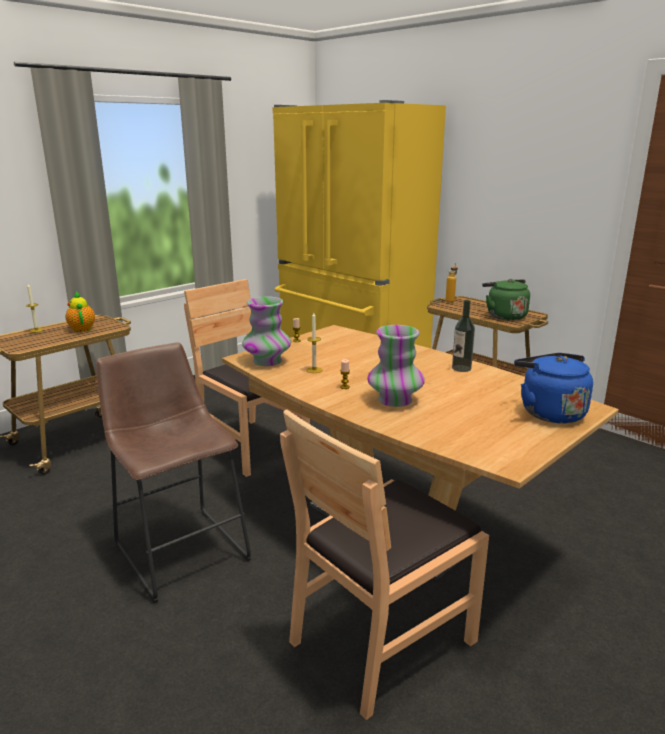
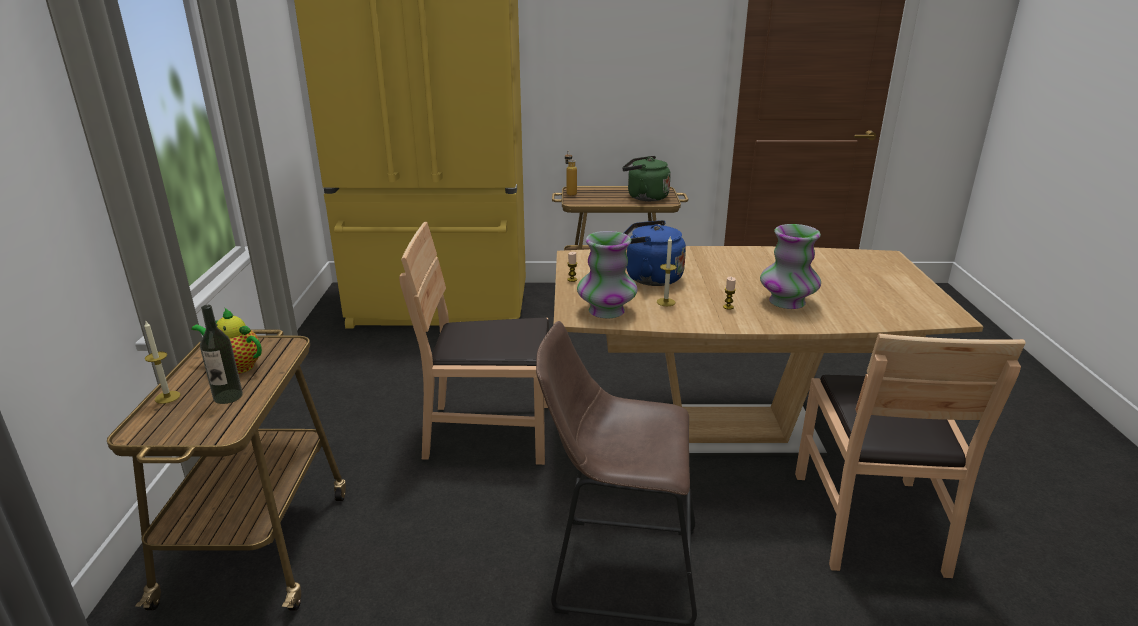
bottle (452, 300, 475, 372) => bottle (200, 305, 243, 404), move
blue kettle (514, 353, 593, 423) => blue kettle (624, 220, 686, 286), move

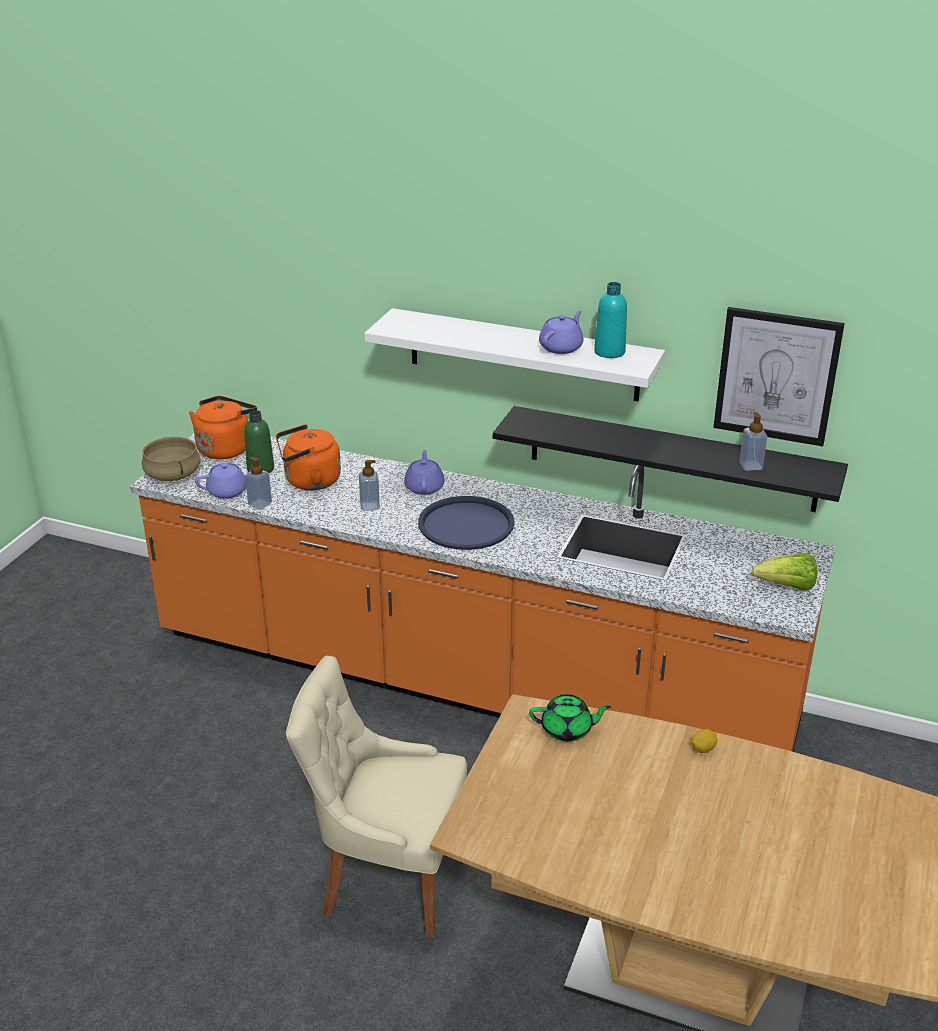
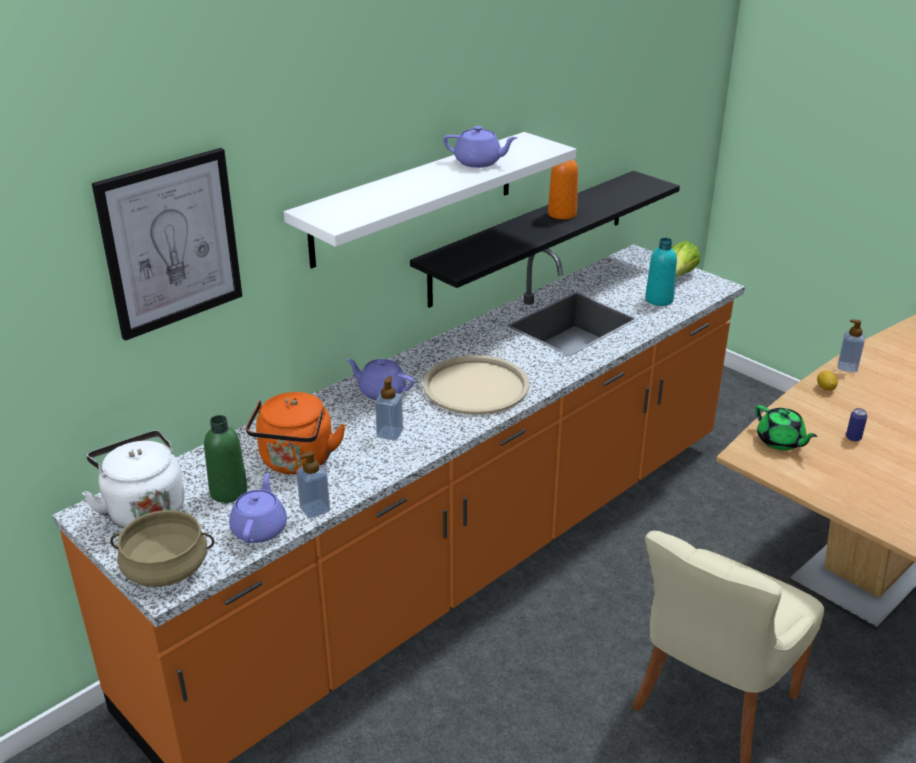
orange kettle (189, 396, 257, 459) => white kettle (82, 430, 185, 528)
blue tray (418, 496, 515, 550) => beige tray (423, 355, 529, 415)
green teapot (529, 694, 611, 742) => green teapot (755, 405, 817, 450), 120 degrees clockwise
purple teapot (539, 311, 583, 354) => purple teapot (443, 126, 518, 168), 135 degrees clockwise
turquoise bottle (594, 282, 627, 358) => turquoise bottle (645, 238, 677, 306), move
picture (713, 307, 845, 446) => picture (92, 148, 242, 341), move
soap dispenser (739, 412, 767, 471) => soap dispenser (838, 319, 865, 373), move
nothing => orange bottle (548, 159, 578, 219)
nothing => can (846, 408, 867, 442)

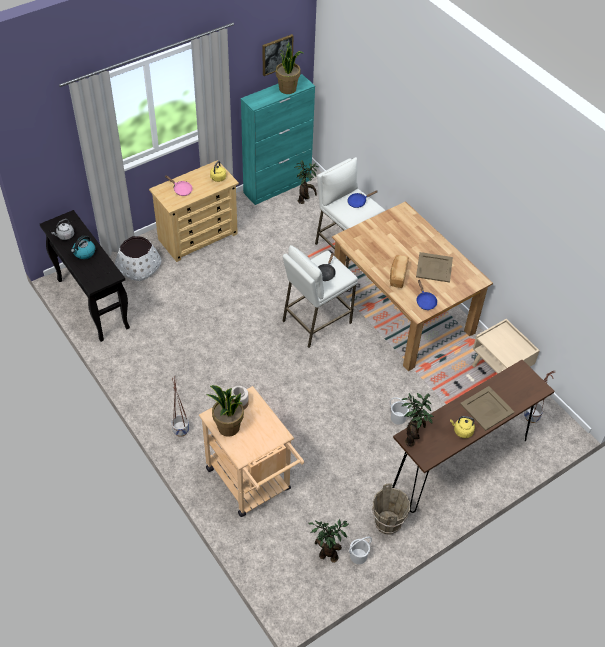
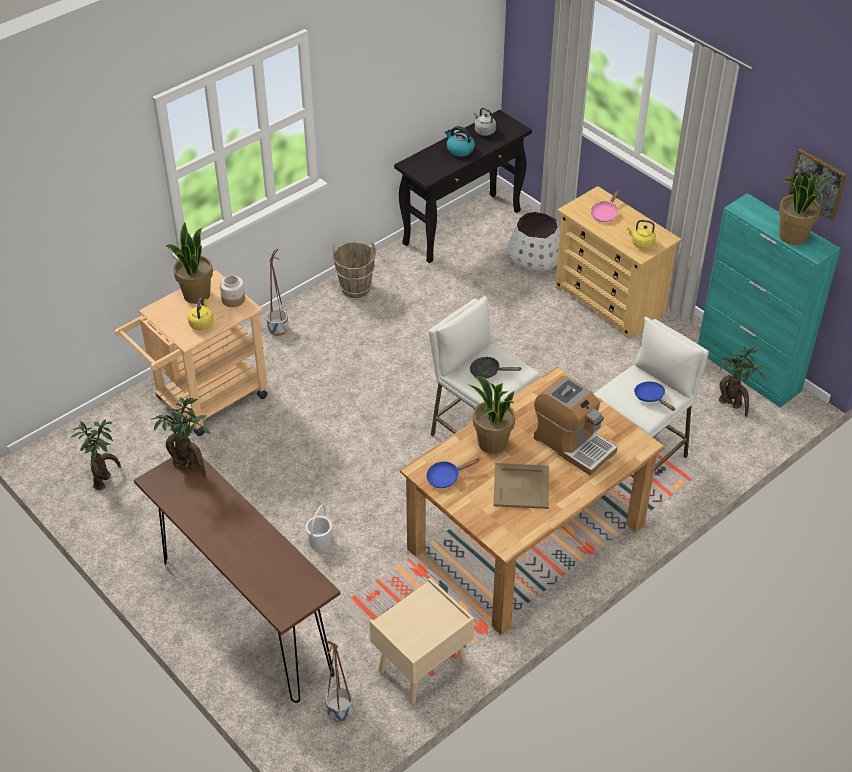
white bucket (349, 537, 372, 564) => nothing
brown bucket (372, 483, 411, 535) => brown bucket (333, 241, 376, 298), move
bread (390, 255, 409, 288) => potted plant (468, 376, 515, 454)
yellow kettle (450, 416, 475, 438) => yellow kettle (188, 298, 214, 330), move
beige tray (460, 386, 514, 431) => nothing
nothing => coffee machine (534, 376, 617, 476)

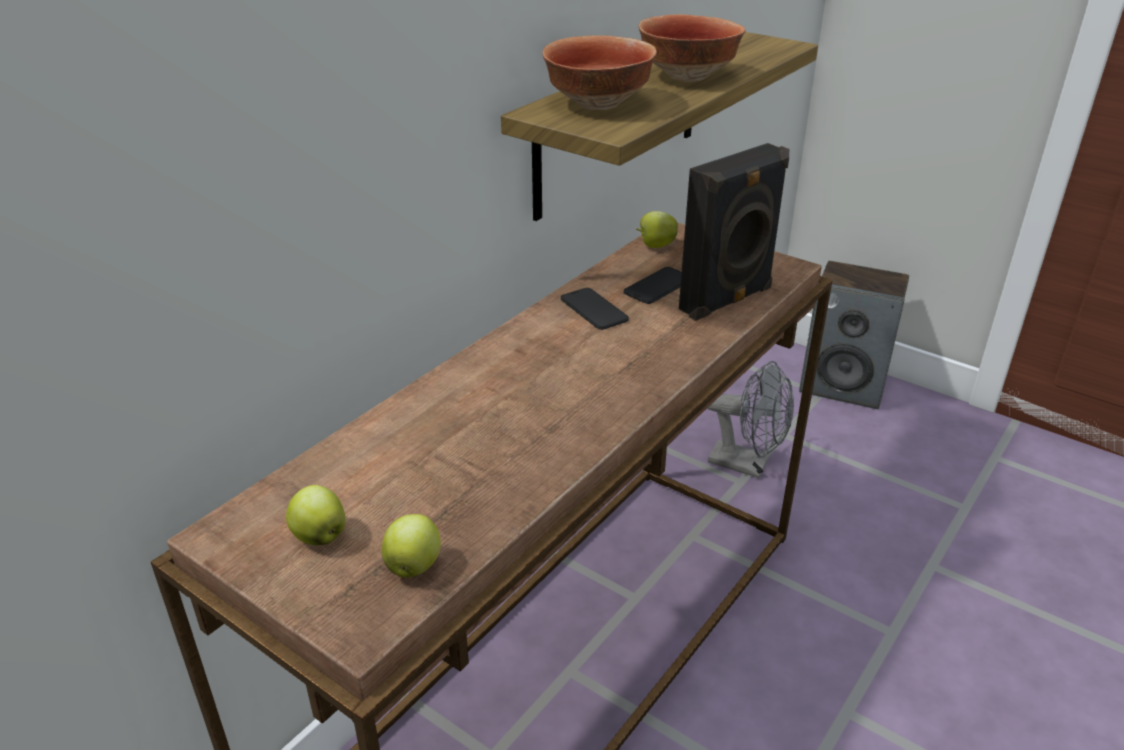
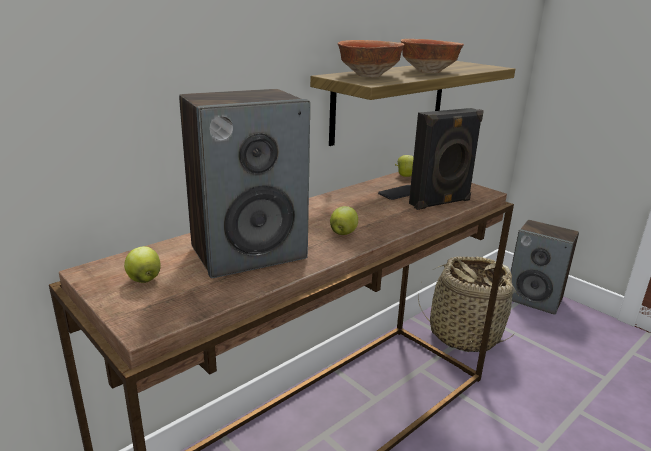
apple (382, 514, 441, 578) => apple (330, 206, 358, 235), move
phone (561, 288, 629, 330) => nothing
grey fan (707, 361, 794, 478) => basket (418, 256, 519, 352)
nothing => speaker (179, 89, 310, 278)

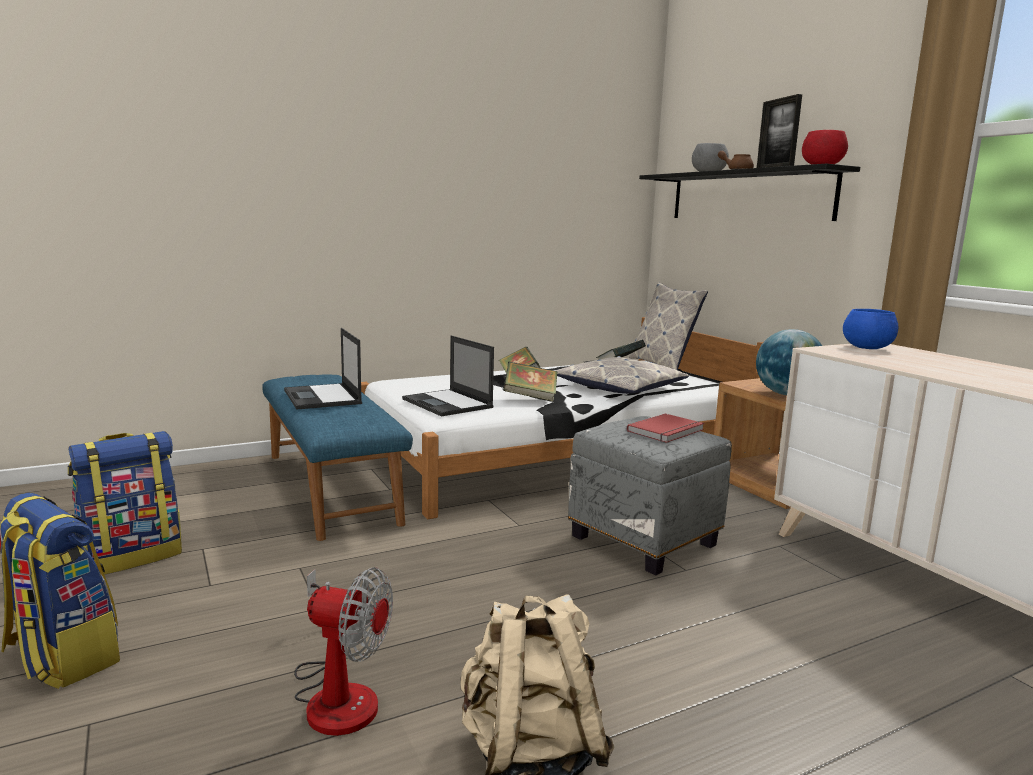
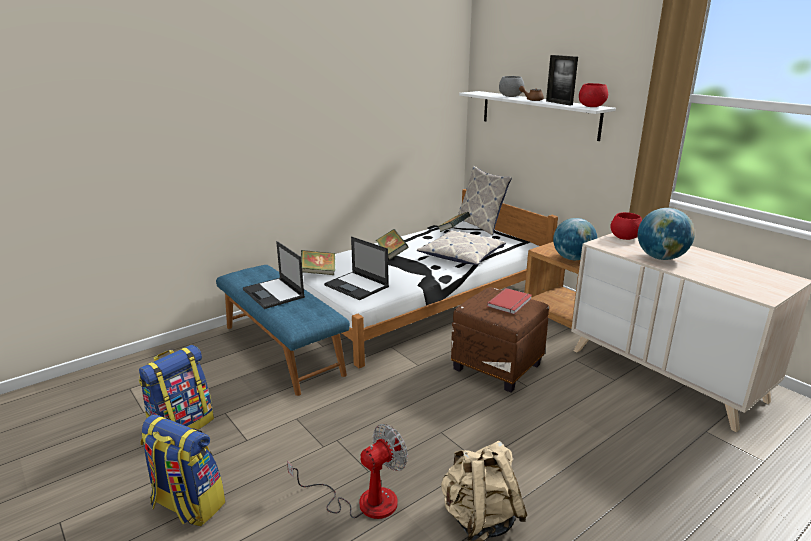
fan (294, 567, 393, 736) => fan (287, 424, 408, 519), 45 degrees counterclockwise
book (503, 362, 558, 401) => book (301, 250, 335, 275), move
grey ottoman (568, 416, 732, 576) => brown ottoman (451, 287, 549, 392)
black shelf (639, 164, 860, 221) => white shelf (459, 91, 616, 141)
blue bowl (843, 309, 898, 349) => red bowl (610, 212, 642, 240)
nothing => globe (638, 208, 695, 260)

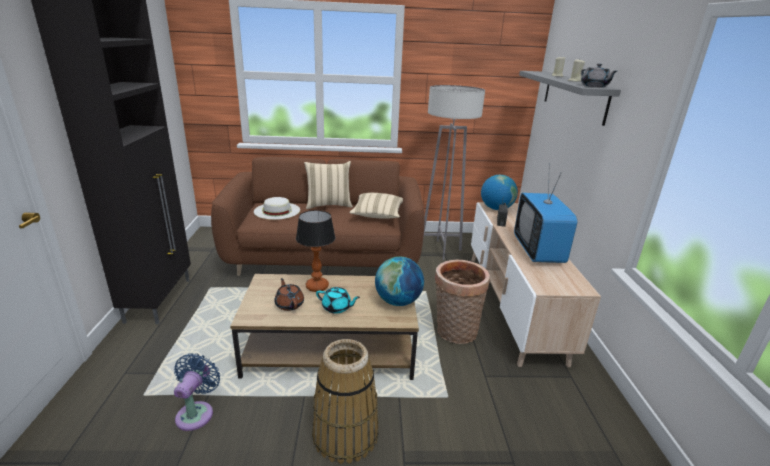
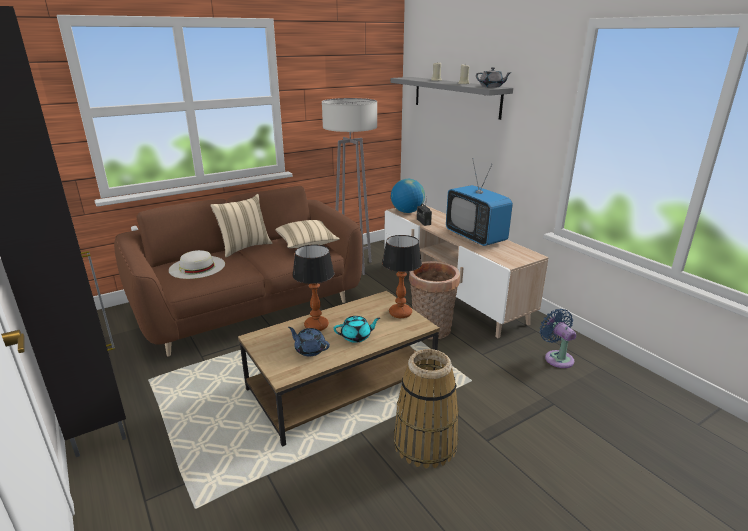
blue fan (174, 353, 220, 431) => blue fan (540, 309, 576, 368), move
brown teapot (275, 278, 304, 311) => blue teapot (288, 327, 330, 357)
globe (375, 256, 424, 306) => table lamp (382, 235, 422, 318)

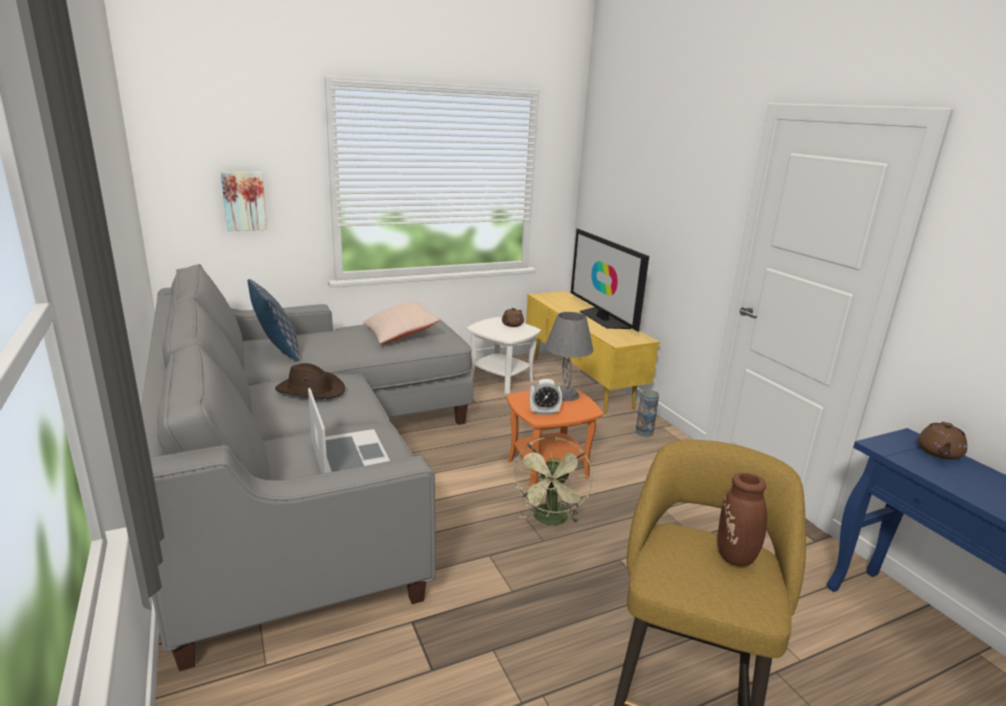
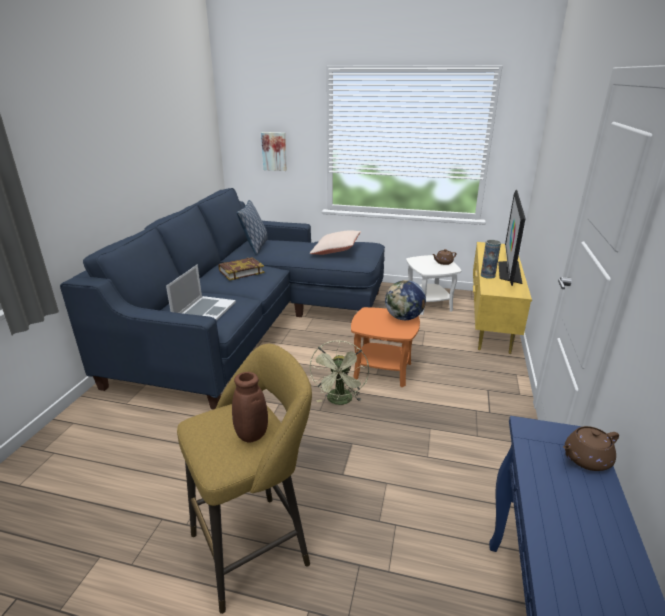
grey sofa (141, 264, 473, 671) => blue sofa (60, 188, 385, 410)
brown hat (275, 363, 345, 399) => book (219, 257, 265, 281)
green fan (513, 437, 593, 525) => green fan (310, 340, 369, 405), 45 degrees counterclockwise
alarm clock (529, 379, 562, 415) => nothing
grey table lamp (545, 312, 593, 401) => globe (385, 280, 426, 320)
vase (636, 389, 659, 437) => vase (481, 240, 501, 279), move

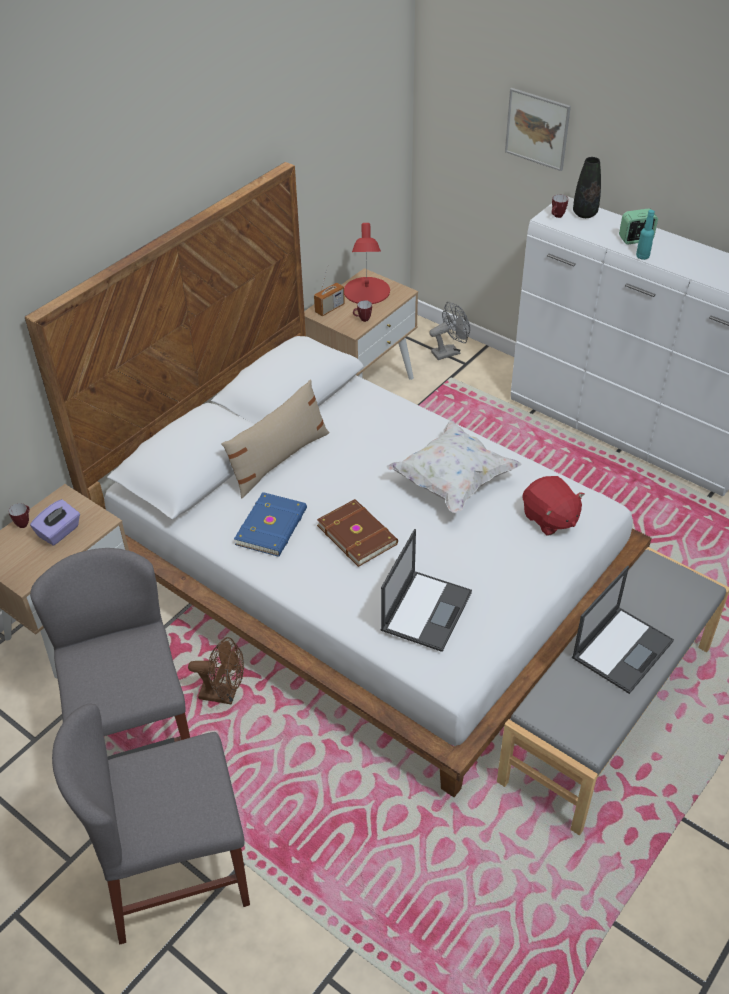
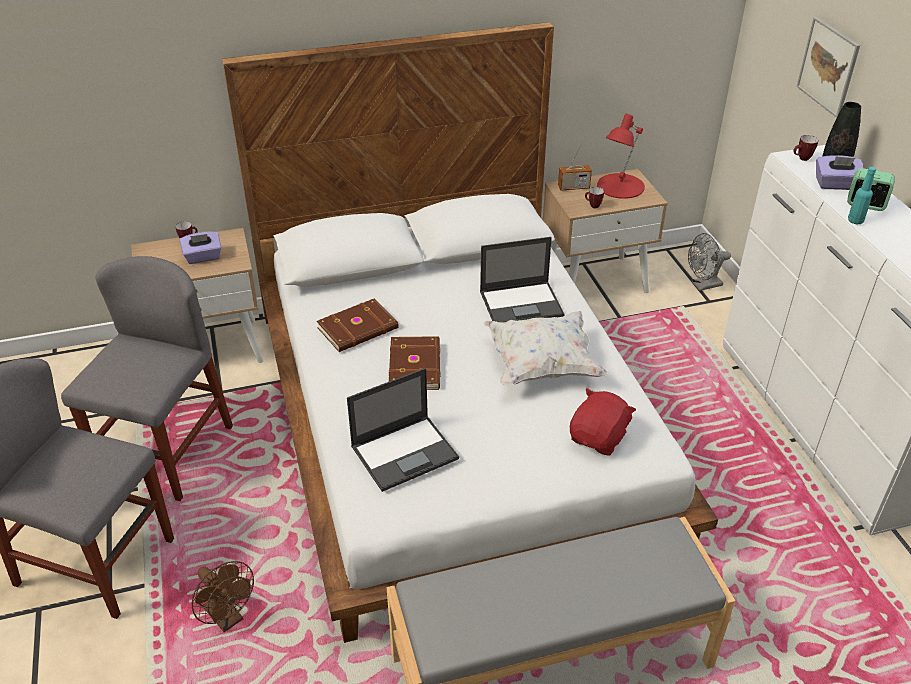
brown fan (188, 637, 244, 704) => brown fan (192, 561, 254, 632), move
beige pillow (221, 380, 330, 499) => nothing
blue book (234, 492, 307, 557) => brown book (316, 298, 399, 352)
grey fan (429, 302, 470, 360) => grey fan (688, 233, 731, 291), 150 degrees clockwise
red plush toy (522, 476, 585, 536) => red plush toy (570, 388, 636, 456), 150 degrees counterclockwise
laptop (572, 566, 674, 694) => laptop (480, 237, 565, 322), move
nothing => purple tissue box (816, 155, 863, 190)

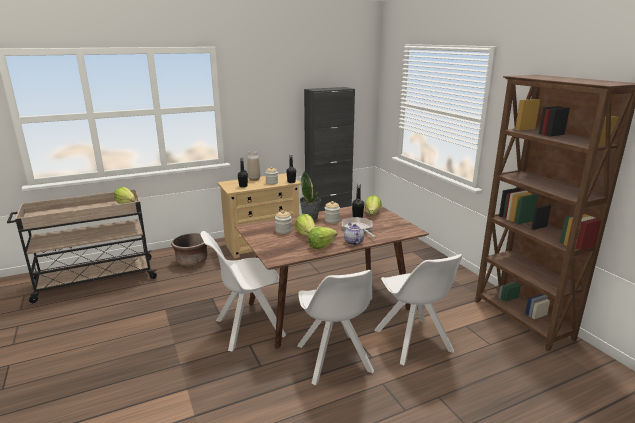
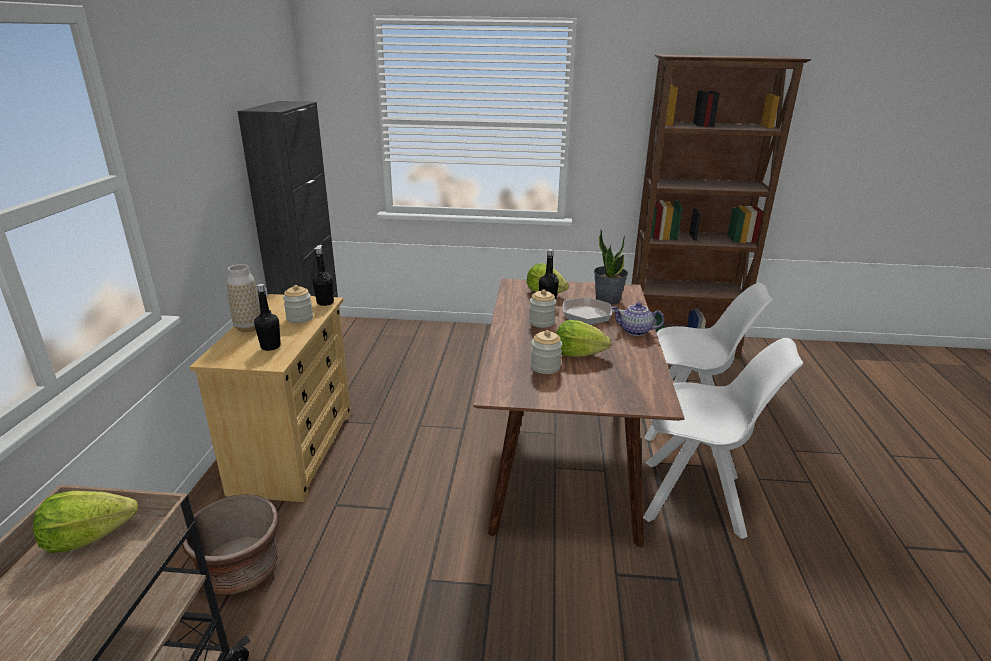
white chair (200, 231, 286, 351) => nothing
potted plant (300, 171, 321, 220) => potted plant (594, 230, 628, 305), move
lettuce (308, 227, 337, 249) => nothing

